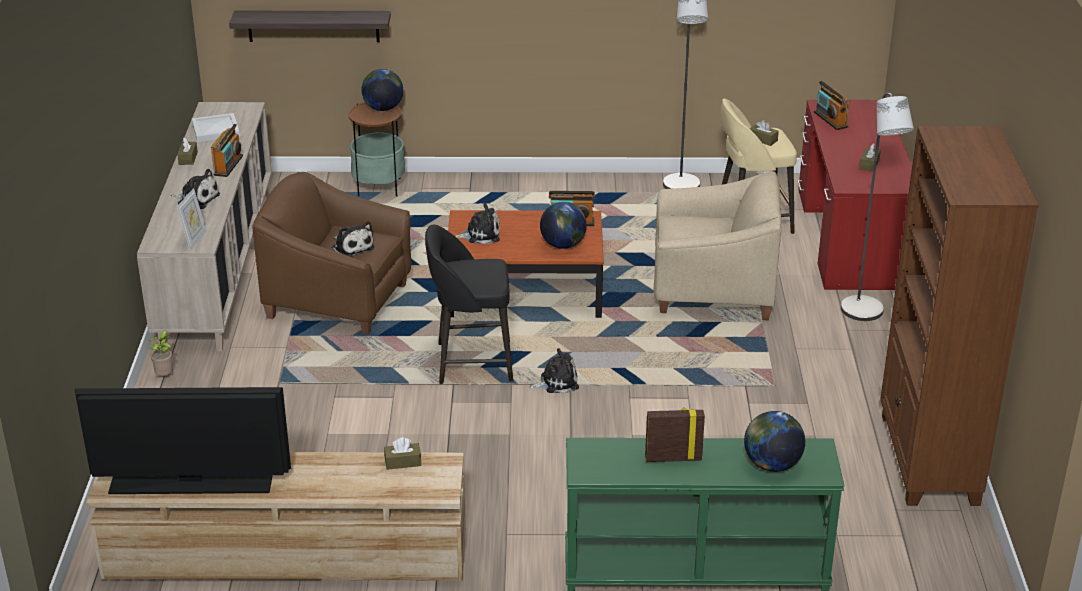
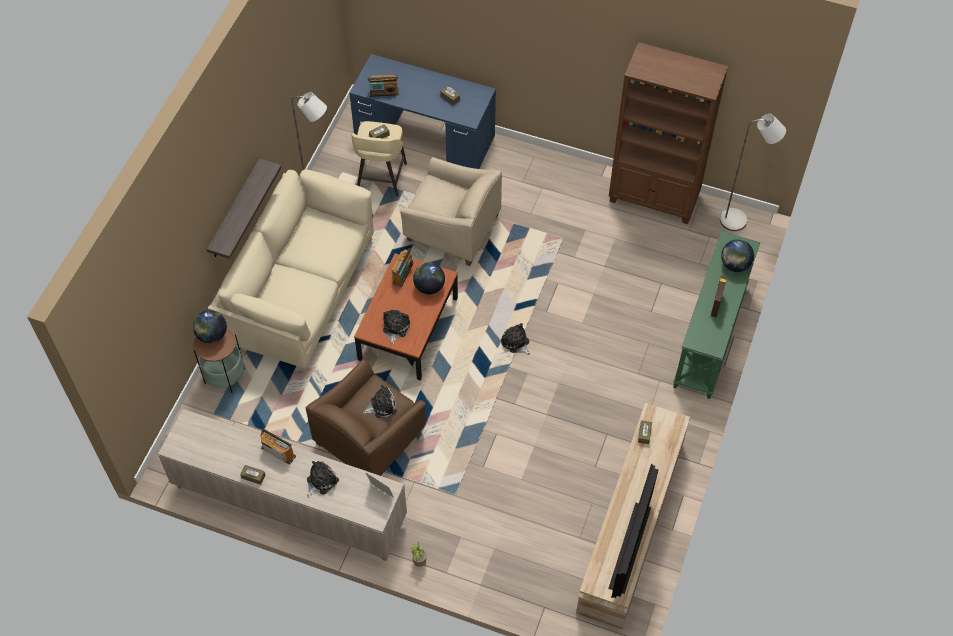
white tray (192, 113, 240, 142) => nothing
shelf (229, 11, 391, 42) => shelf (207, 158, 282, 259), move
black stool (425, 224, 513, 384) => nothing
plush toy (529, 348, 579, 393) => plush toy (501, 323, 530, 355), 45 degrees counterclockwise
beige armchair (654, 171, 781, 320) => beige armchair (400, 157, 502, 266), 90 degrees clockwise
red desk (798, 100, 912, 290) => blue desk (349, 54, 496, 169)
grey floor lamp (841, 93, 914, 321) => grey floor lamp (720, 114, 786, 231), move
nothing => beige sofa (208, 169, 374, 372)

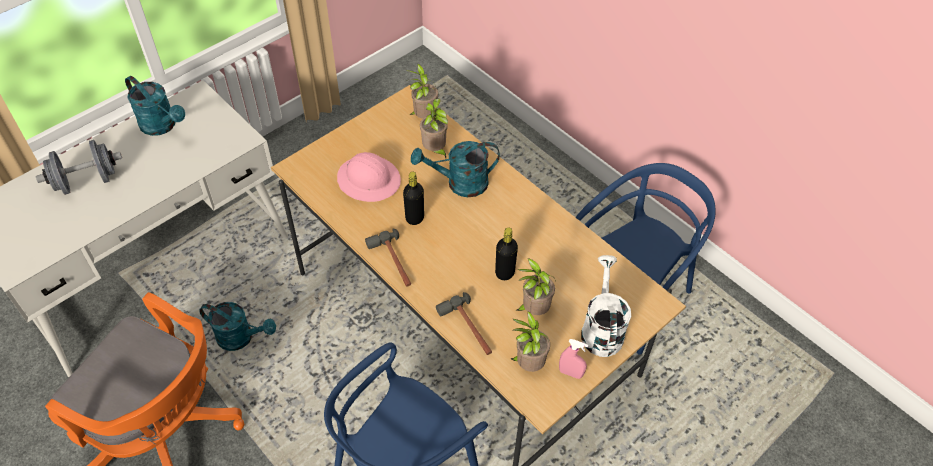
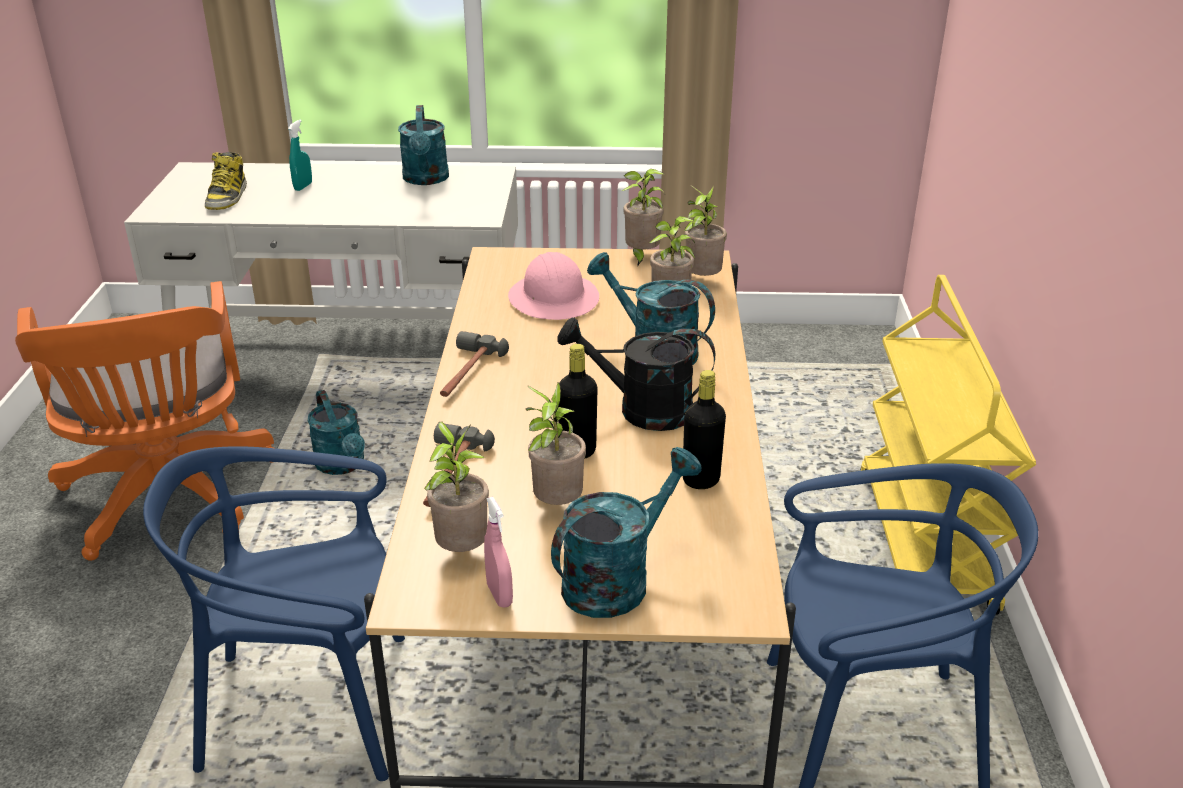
grey dumbbell (36, 140, 122, 195) => turquoise spray bottle (288, 120, 312, 191)
black bottle (403, 172, 424, 225) => black bottle (683, 370, 726, 489), move
white watering can (581, 255, 631, 357) => turquoise watering can (551, 447, 702, 618)
nothing => boot (205, 152, 247, 210)
nothing => black watering can (557, 317, 715, 431)
nothing => potted plant (622, 169, 665, 267)
nothing => yellow cart (861, 275, 1036, 615)

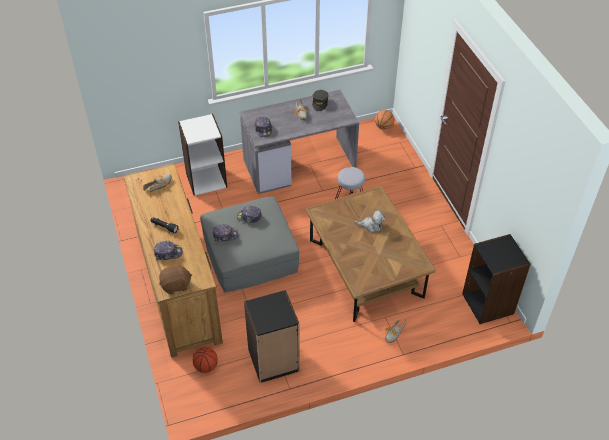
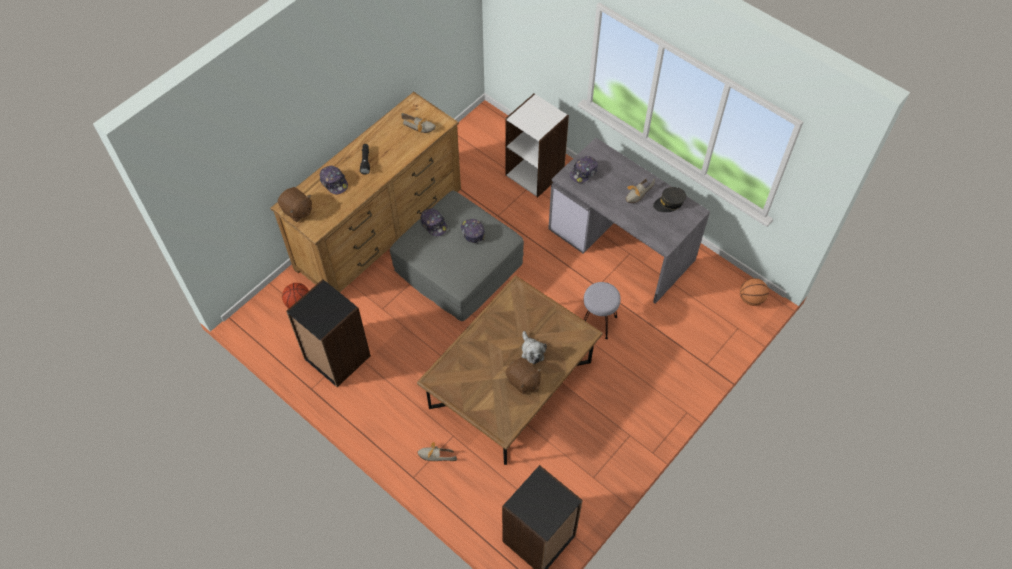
nothing => brown plush toy (506, 358, 541, 394)

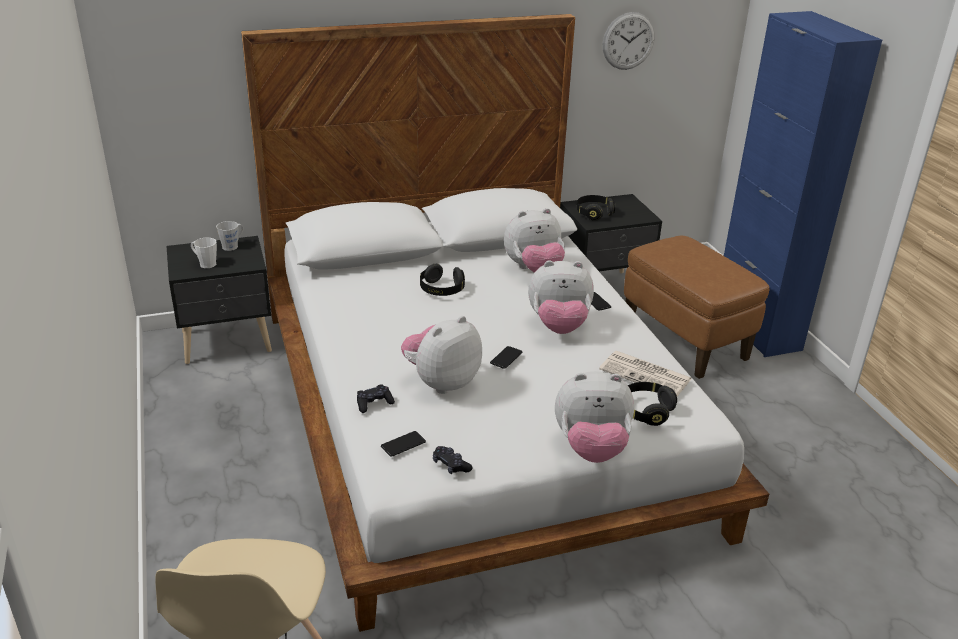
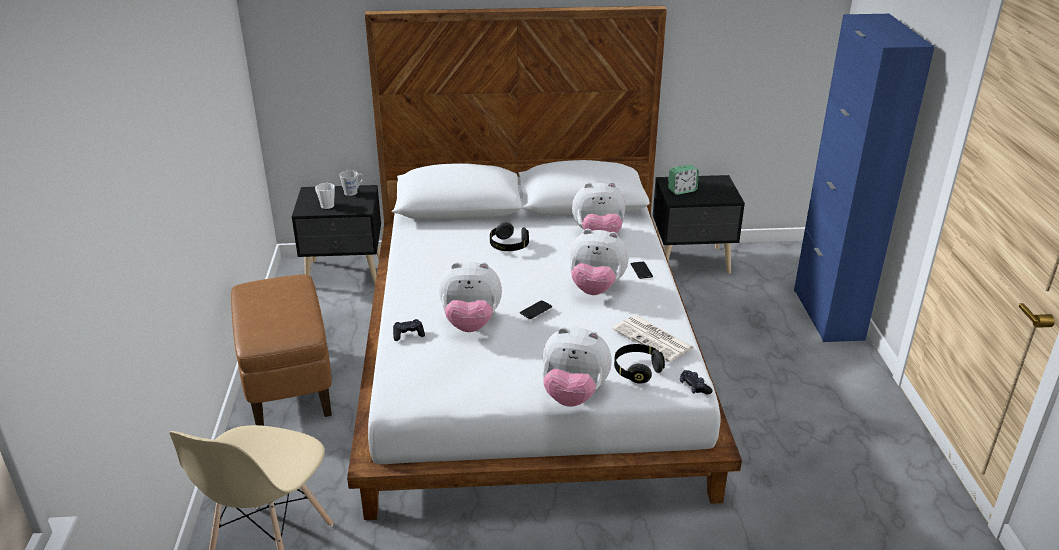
phone (381, 431, 426, 457) => nothing
plush toy (401, 316, 482, 394) => plush toy (439, 262, 502, 332), 150 degrees counterclockwise
black game controller (433, 446, 473, 474) => black game controller (680, 370, 713, 394), move
black headphones (577, 195, 615, 221) => alarm clock (668, 164, 699, 195)
wall clock (603, 12, 655, 70) => nothing
brown ottoman (624, 236, 769, 379) => brown ottoman (231, 274, 332, 426), move

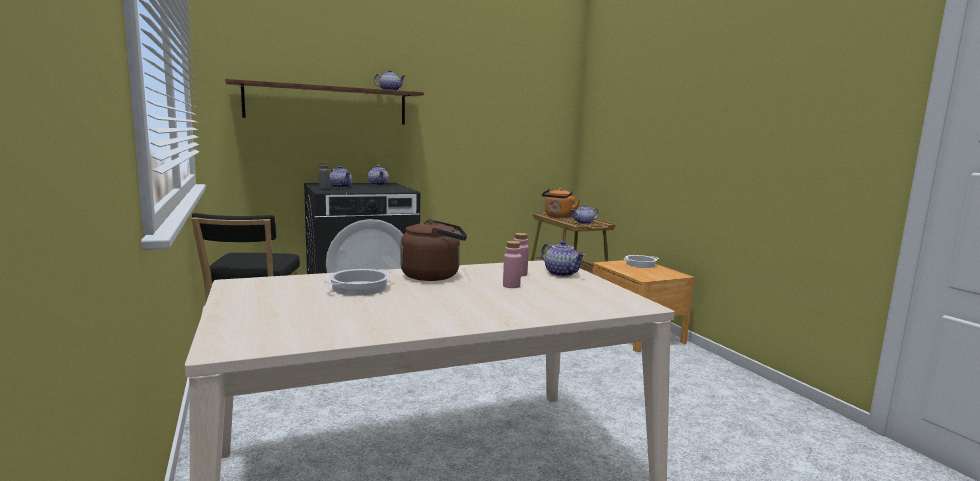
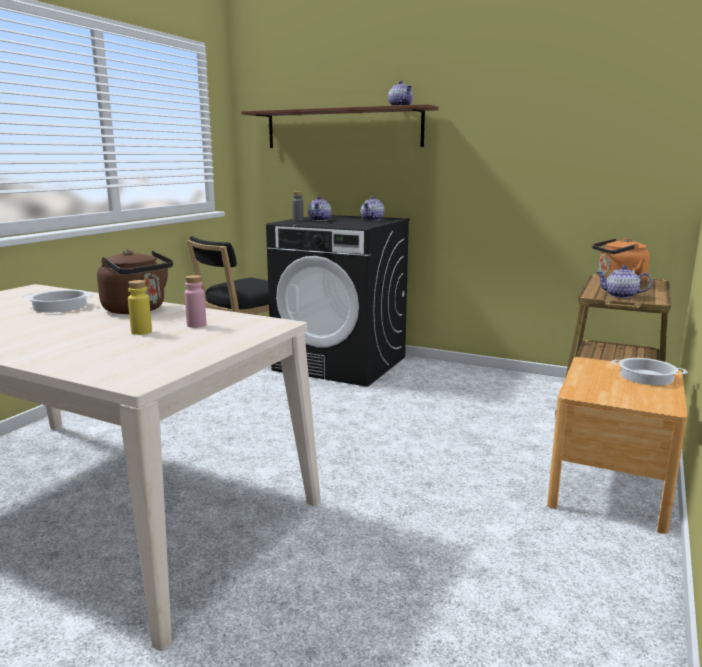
pink bottle (503, 241, 522, 288) => yellow bottle (128, 280, 152, 335)
teapot (541, 241, 585, 277) => nothing

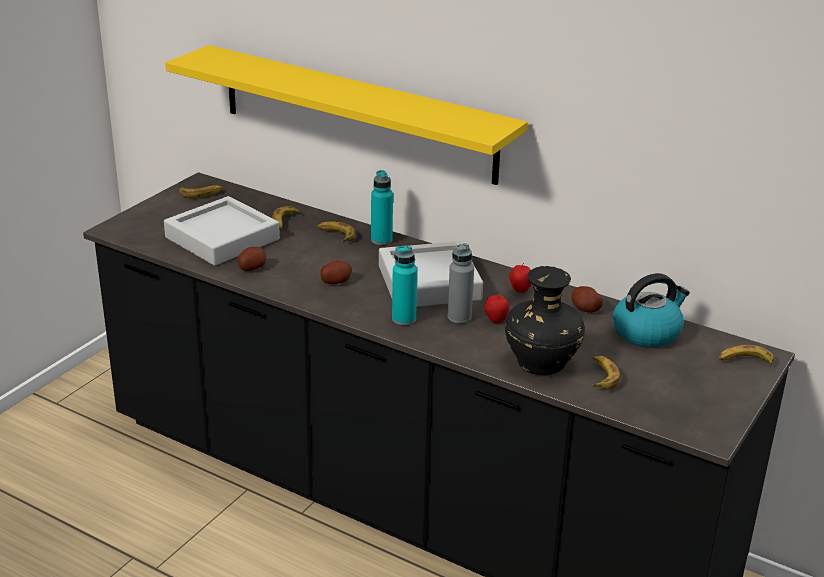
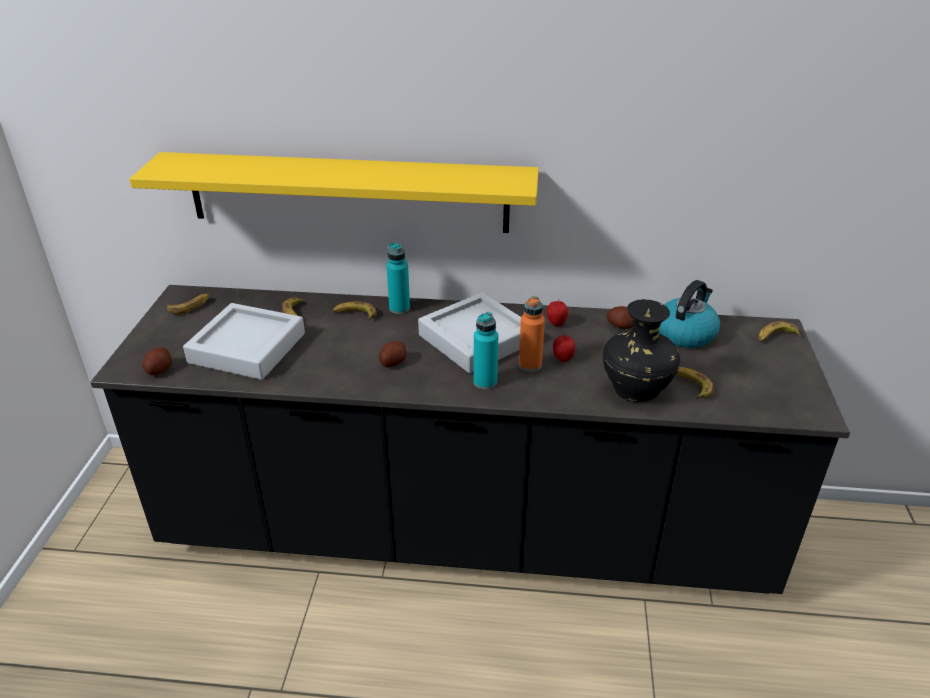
potato (238, 247, 266, 271) => potato (142, 347, 172, 375), move
grey bottle (448, 243, 474, 323) => orange bottle (519, 296, 545, 372)

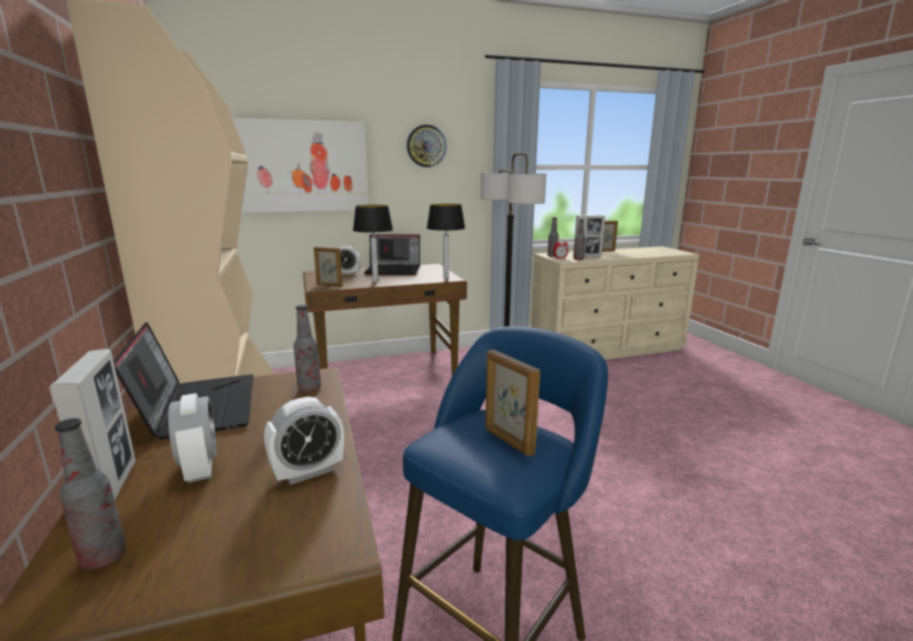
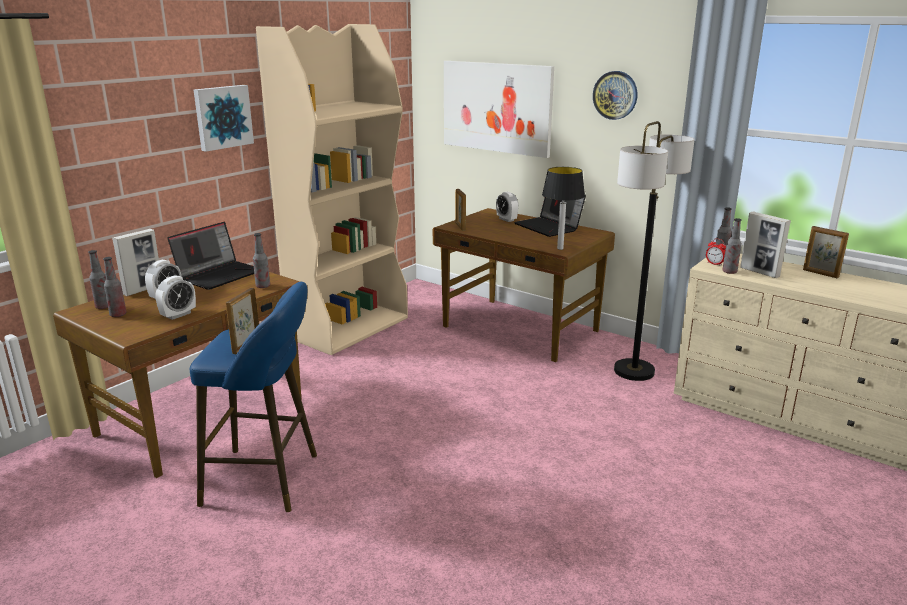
alarm clock (264, 397, 344, 485) => alarm clock (155, 275, 196, 320), 75 degrees counterclockwise
table lamp (353, 205, 393, 282) => nothing
nothing => bottle (103, 257, 127, 317)
nothing => picture (194, 85, 254, 152)

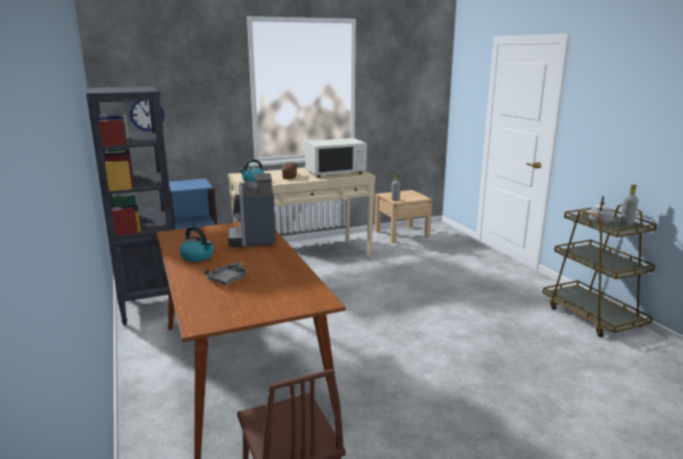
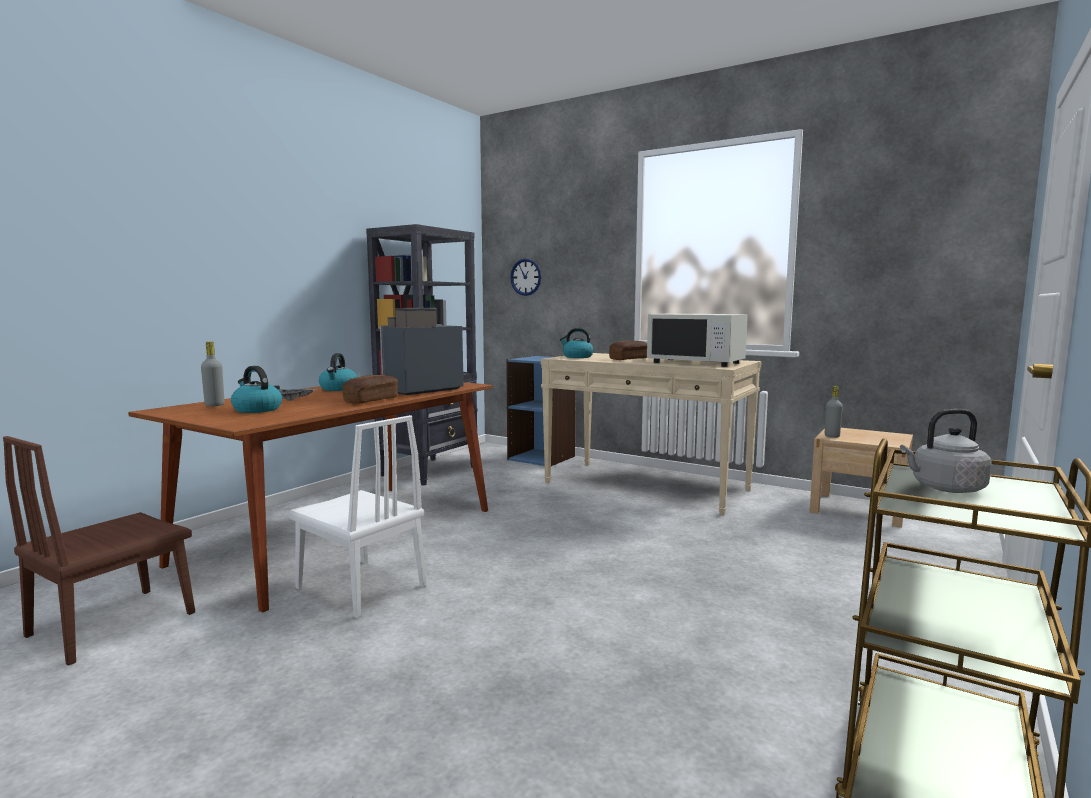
grey bottle (620, 184, 638, 225) => grey bottle (201, 341, 224, 406), move
nothing => kettle (231, 366, 282, 413)
nothing => white chair (288, 415, 427, 618)
nothing => bread (343, 375, 398, 403)

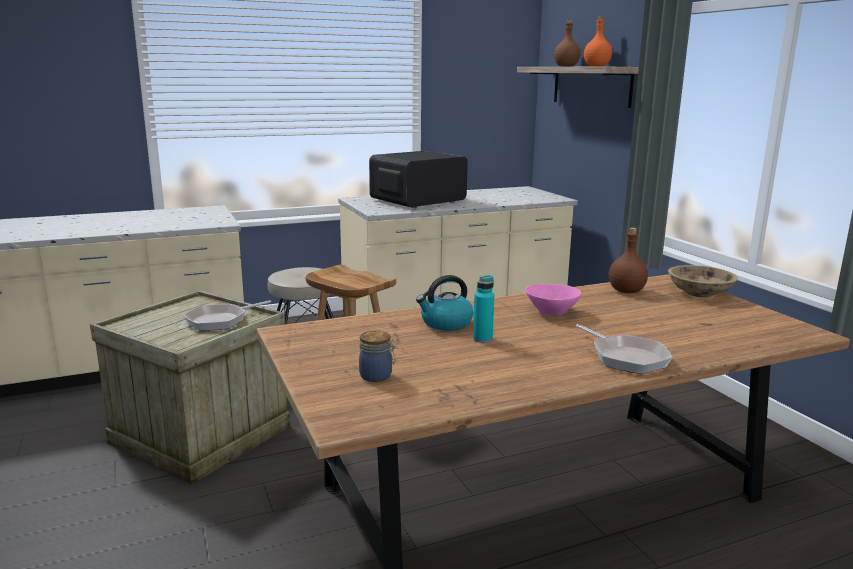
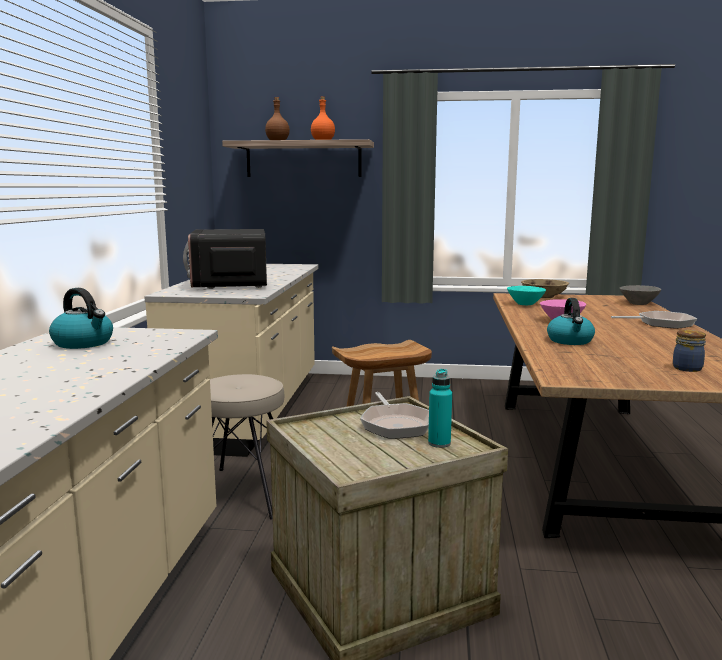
turquoise bottle (473, 275, 494, 343) => turquoise bottle (428, 369, 452, 448), move
brown bottle (609, 228, 648, 293) => turquoise bowl (507, 286, 546, 305)
nothing => kettle (49, 288, 113, 349)
nothing => grey bowl (620, 285, 661, 305)

